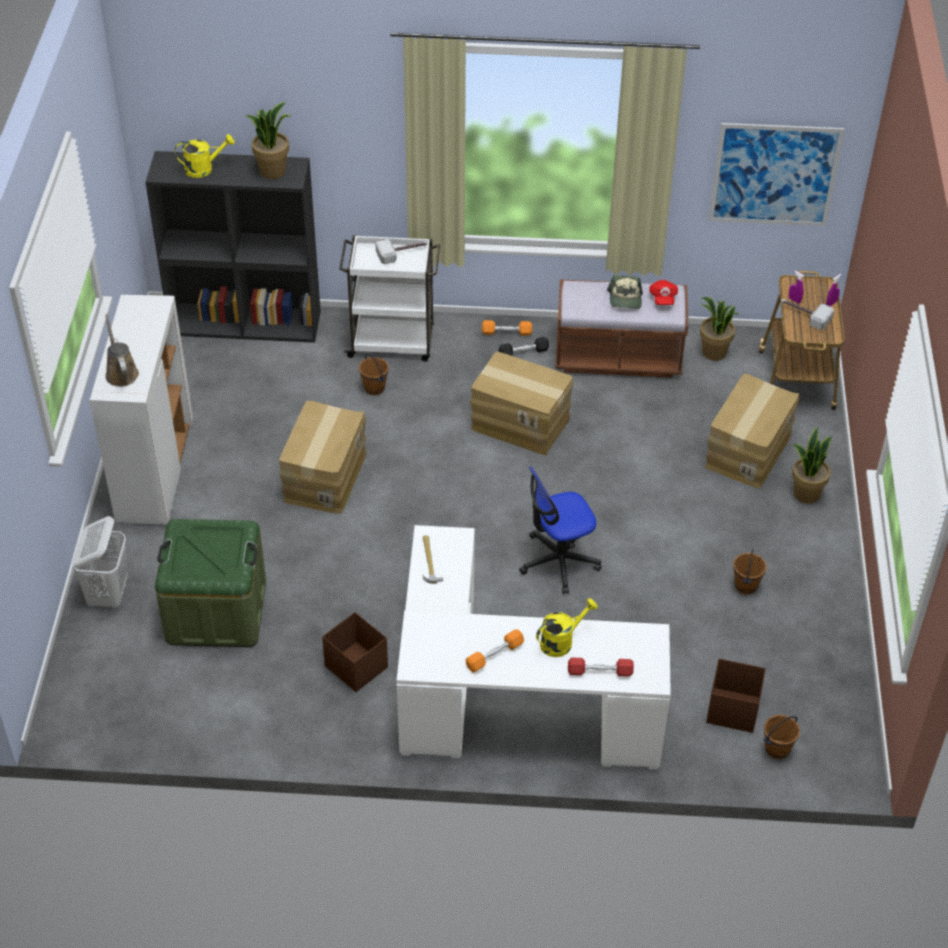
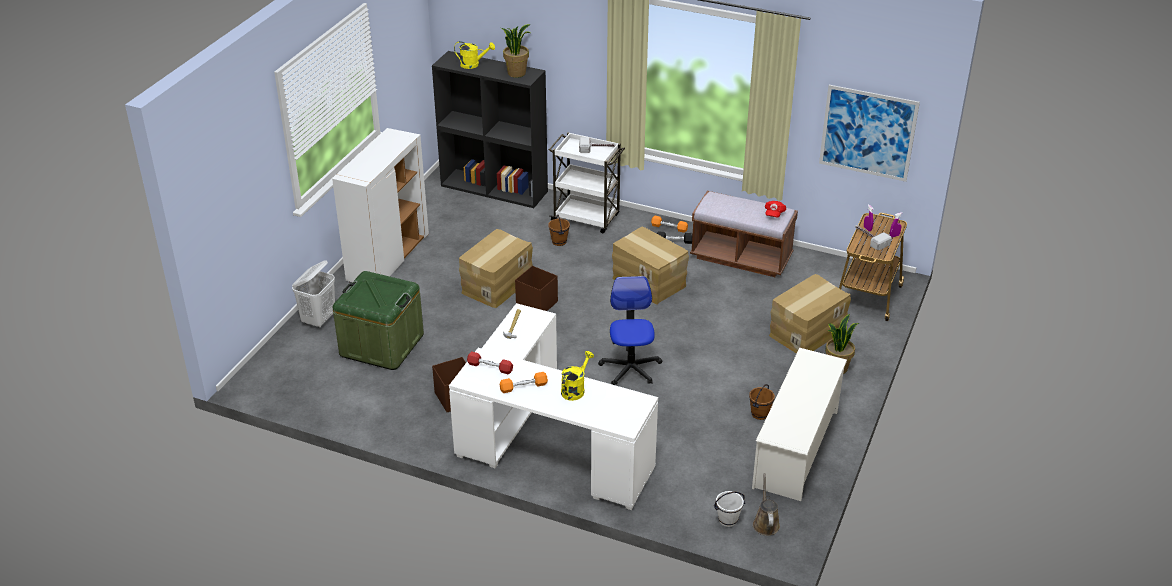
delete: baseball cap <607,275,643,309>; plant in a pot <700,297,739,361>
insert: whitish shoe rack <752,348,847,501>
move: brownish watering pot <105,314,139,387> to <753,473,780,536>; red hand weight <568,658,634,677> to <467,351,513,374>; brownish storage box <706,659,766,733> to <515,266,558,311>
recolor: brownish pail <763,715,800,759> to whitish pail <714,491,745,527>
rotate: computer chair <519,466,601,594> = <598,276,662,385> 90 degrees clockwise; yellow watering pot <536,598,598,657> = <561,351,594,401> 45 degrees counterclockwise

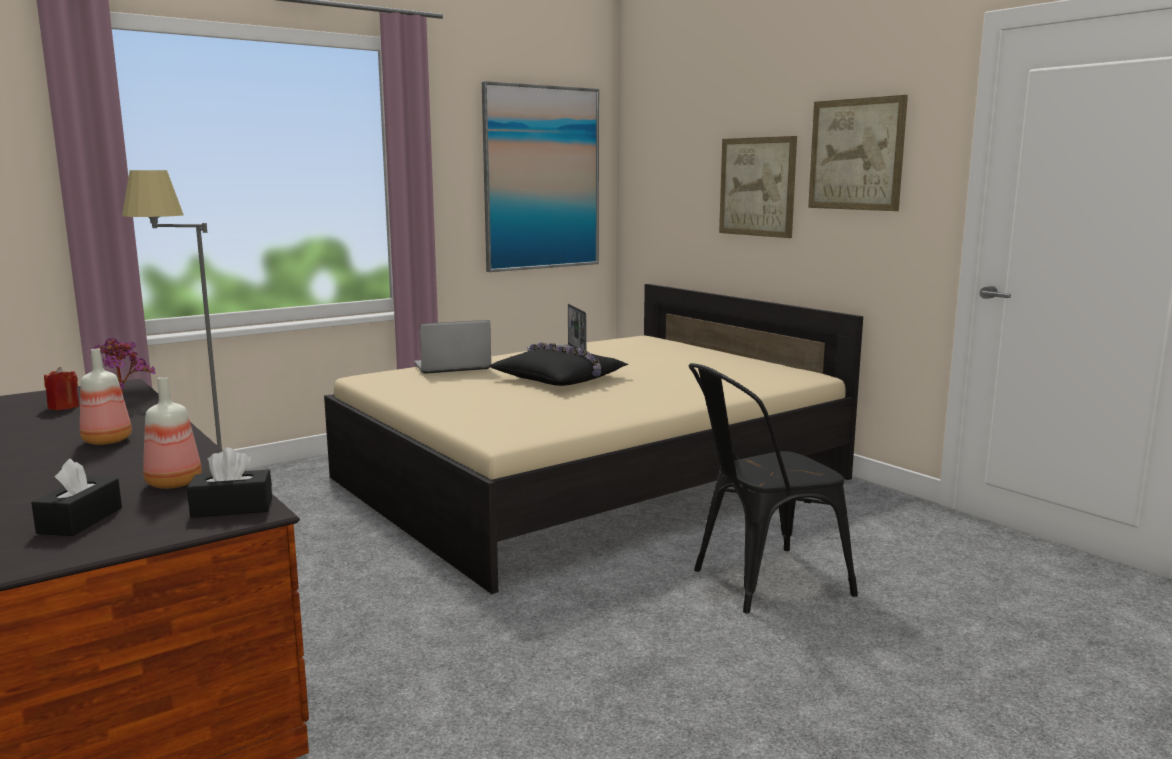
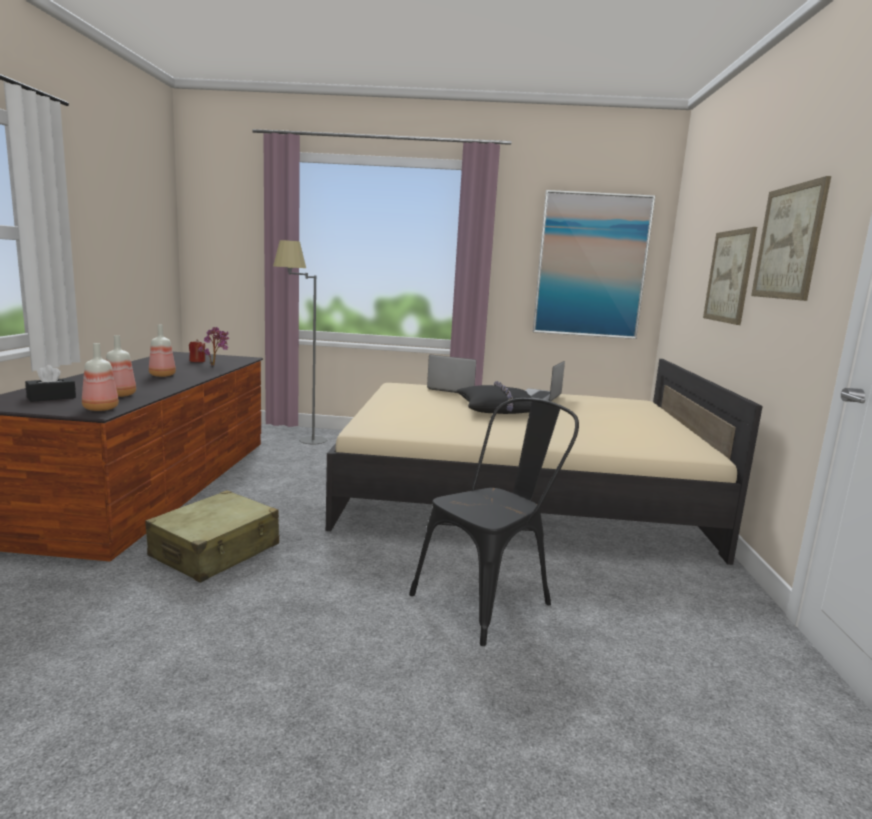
insert: sand-coloured suitcase <145,490,279,583>
replace: blackish tissue holder <187,448,272,518> to drink bottle <82,343,119,411>
rotate: blackish plain chair <689,363,858,614> = <409,398,579,646> 120 degrees clockwise

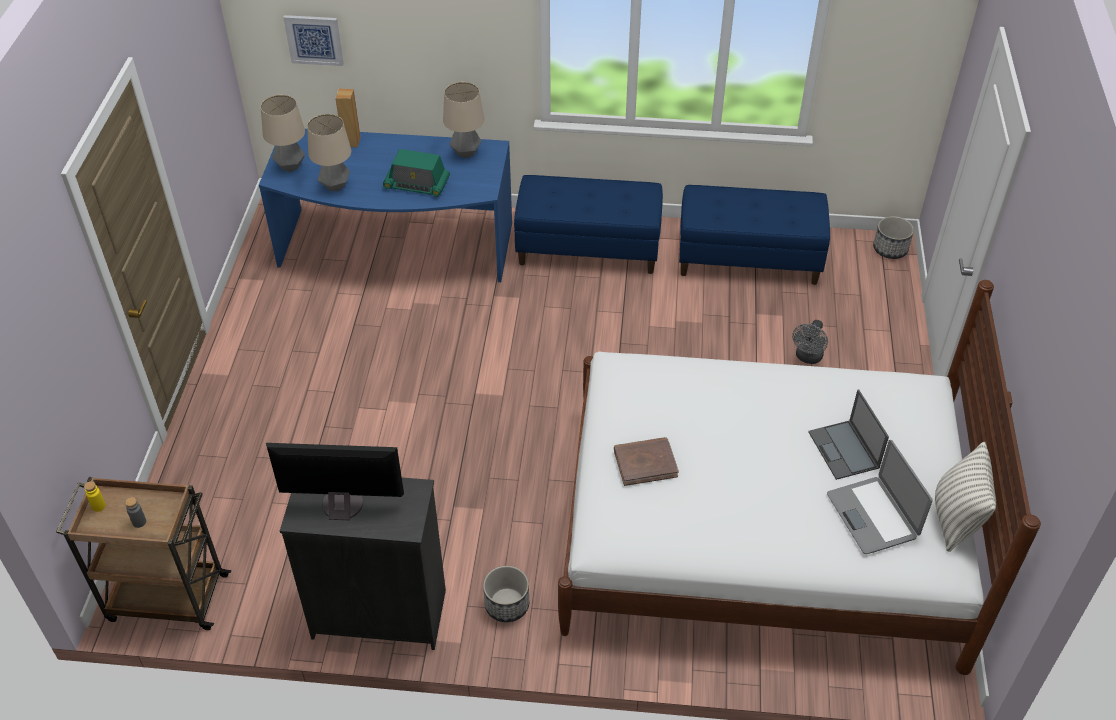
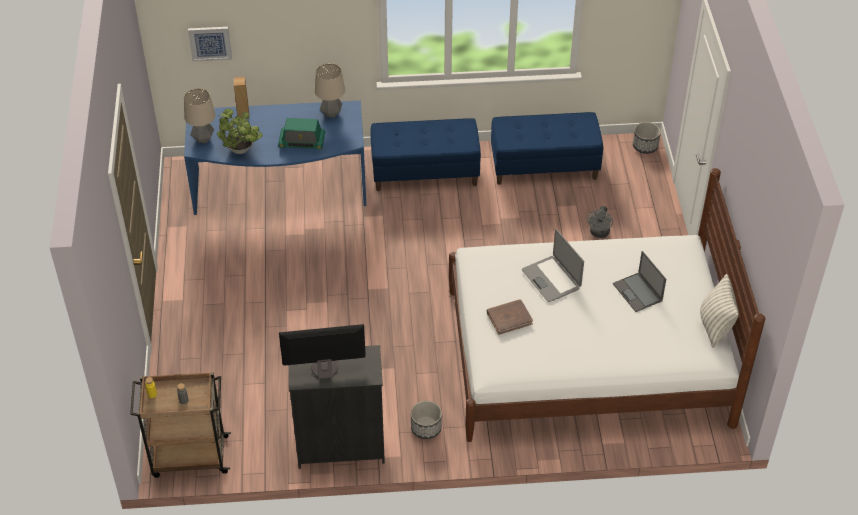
move: laptop <827,440,933,554> to <522,230,584,302>
replace: tabletop lamp <307,114,351,191> to plant in a pot <217,109,263,154>

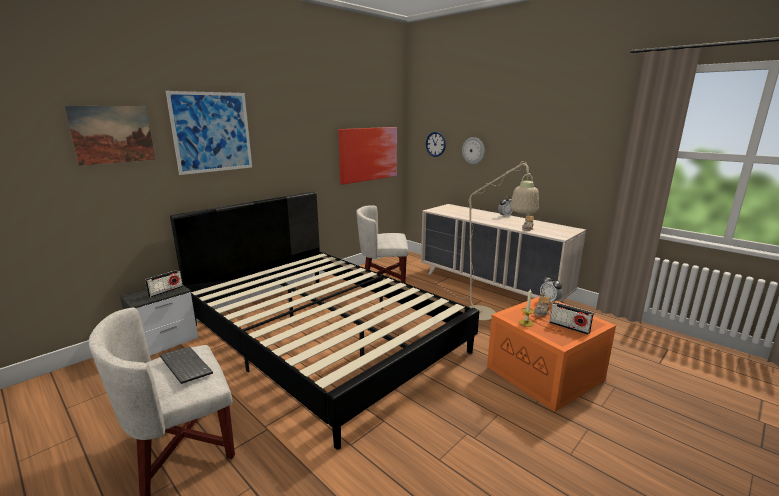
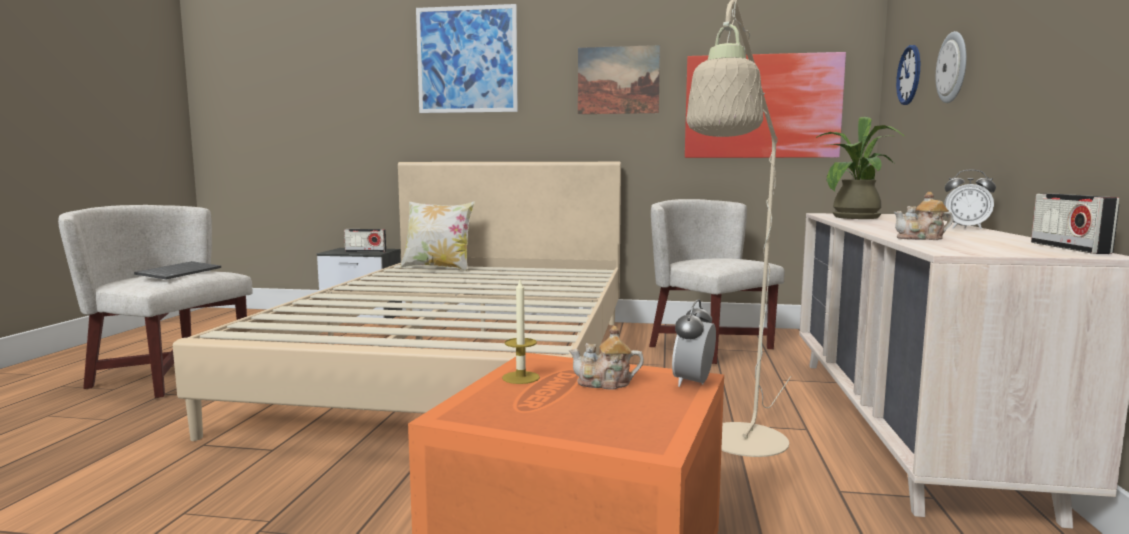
insert: throw pillow <400,201,475,271>; plant in a pot <816,117,905,219>
move: picture <64,106,155,166> to <578,45,660,114>; radio set <549,302,594,335> to <1031,193,1119,254>
recolor: blackish bed <170,192,479,449> to sand-coloured bed <173,162,621,441>

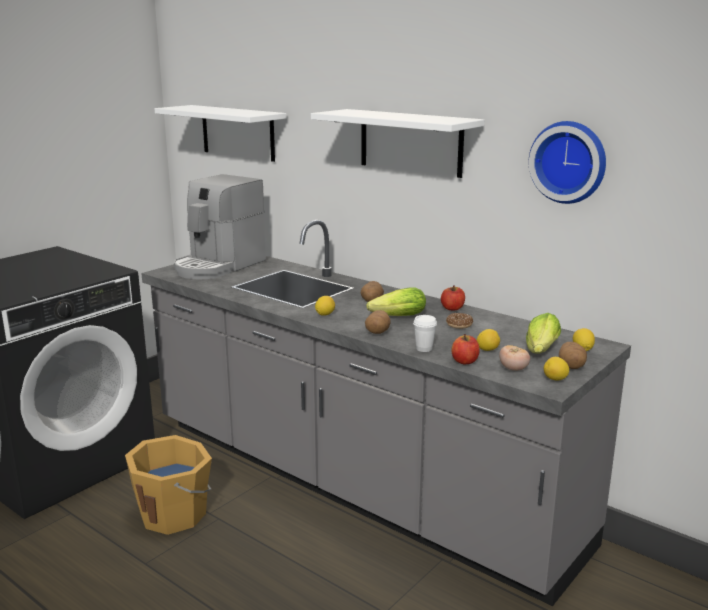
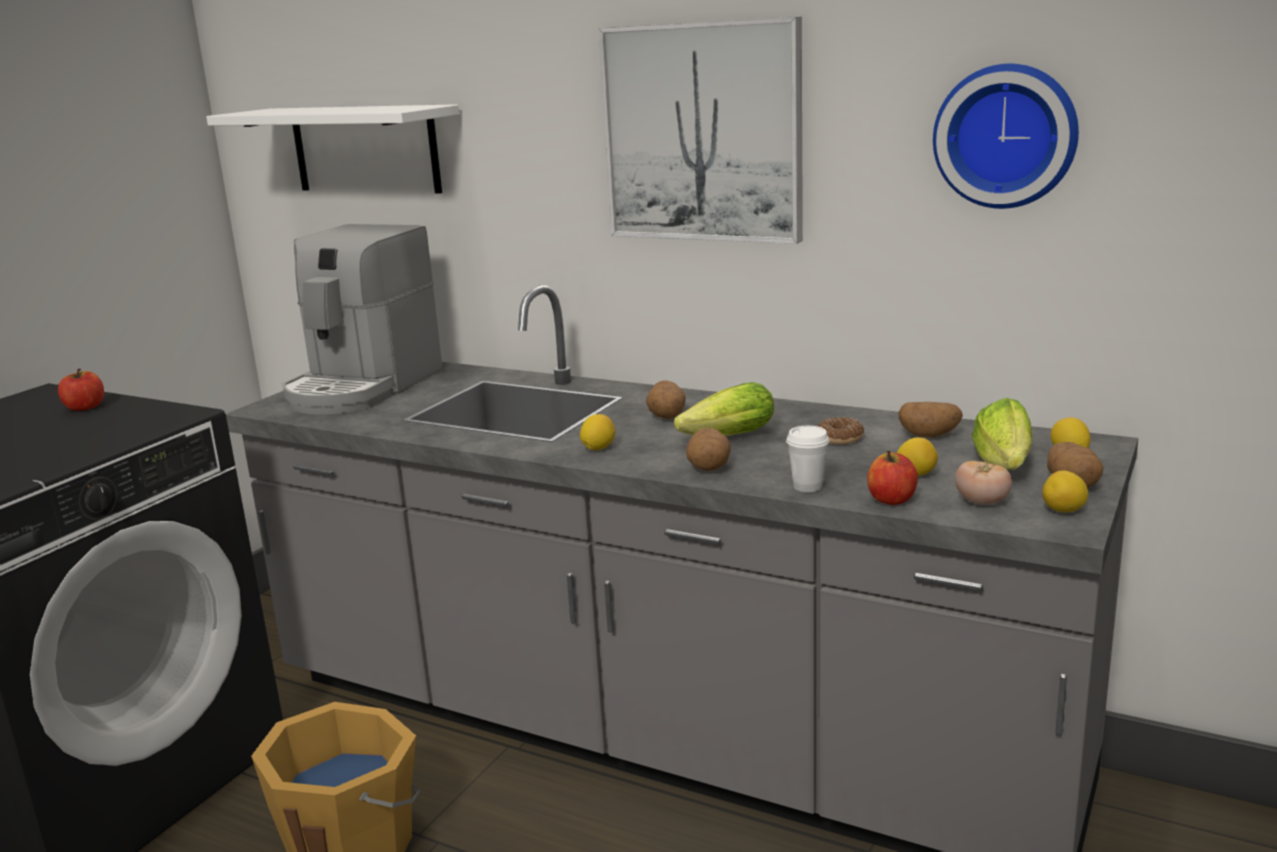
insert: spud <899,402,963,438>
move: whole apple <441,285,465,311> to <58,369,104,411>
replace: whitish wall shelf <311,109,484,178> to picture <599,17,803,244>

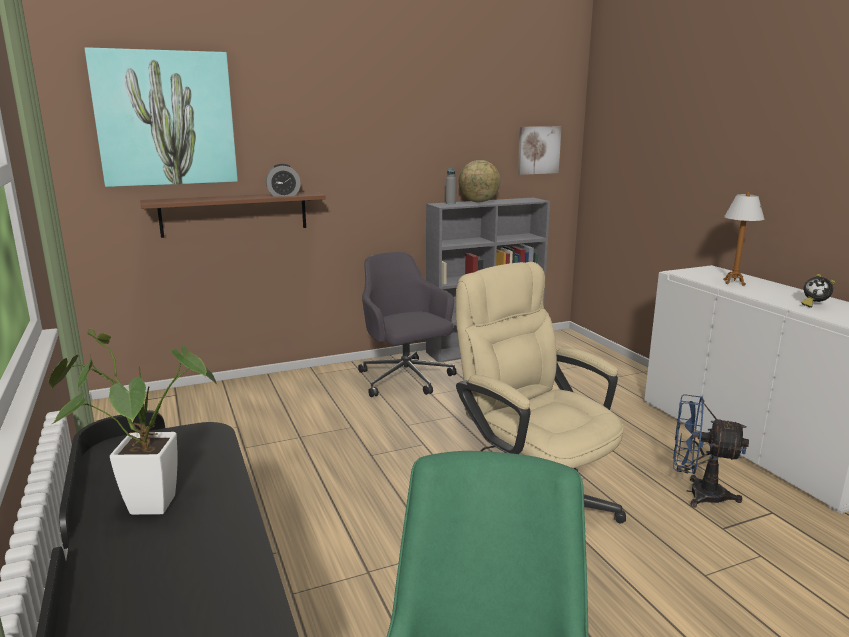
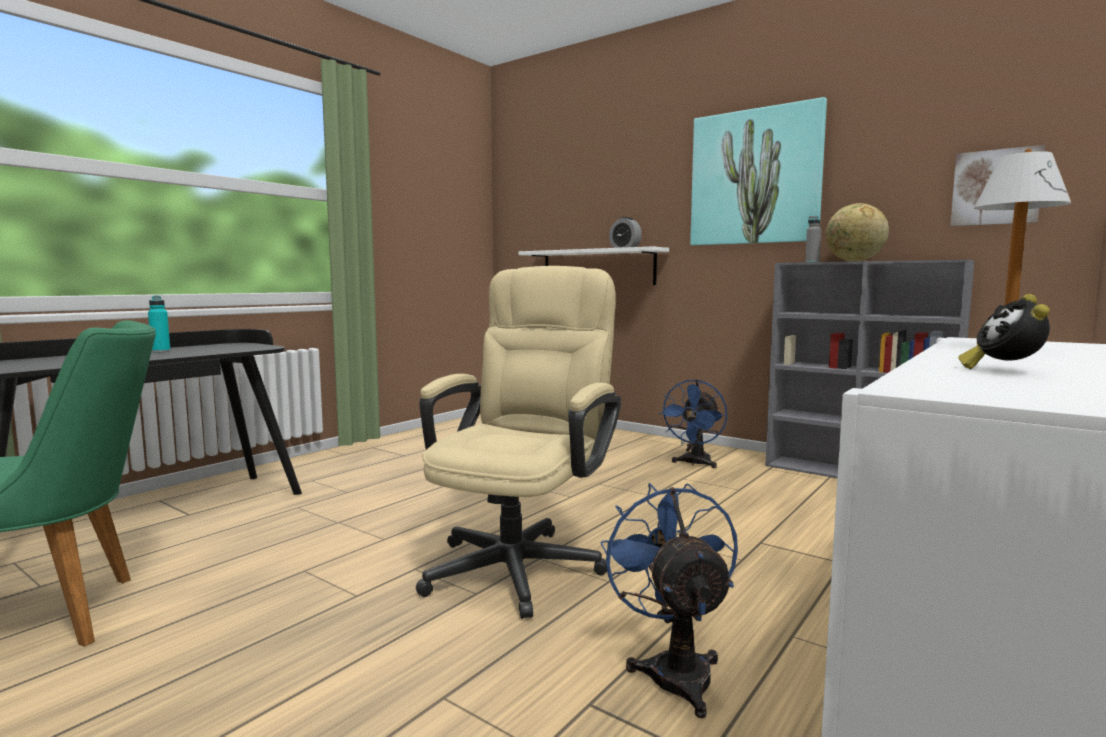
move: picture <84,47,238,187> to <690,97,827,245>
replace: plant in a pot <48,329,218,515> to turquoise-coloured drink bottle <148,295,171,352>; grey computer chair <358,252,457,397> to bluish electric fan <659,379,728,468>
recolor: brownish wall shelf <140,192,326,238> to whitish wall shelf <518,246,669,285>

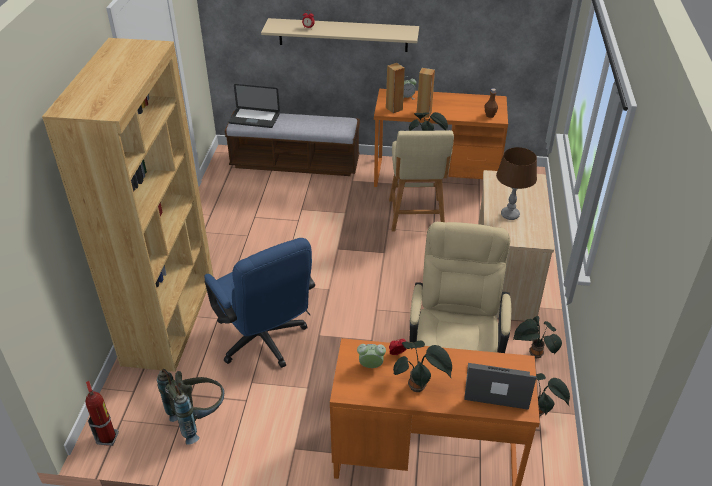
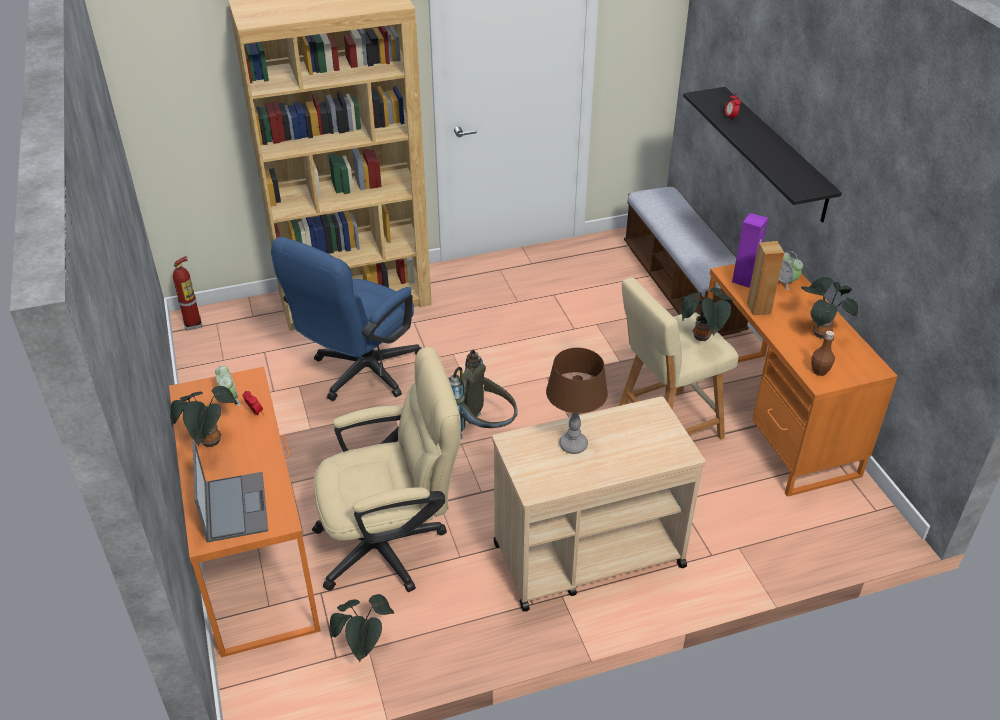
delete: laptop <228,84,280,128>
move: grey backpack <157,369,224,445> to <448,350,518,439>; plant in a pot <513,316,562,358> to <801,277,858,339>
recolor: sand-coloured wall shelf <261,18,419,52> to blackish wall shelf <683,87,842,223>; brownish audio speaker <386,63,405,113> to purplish audio speaker <732,213,768,288>

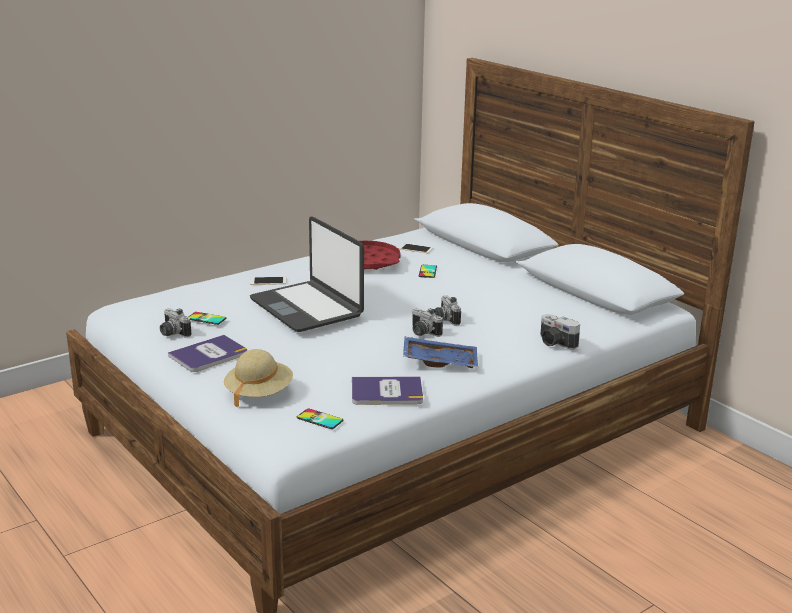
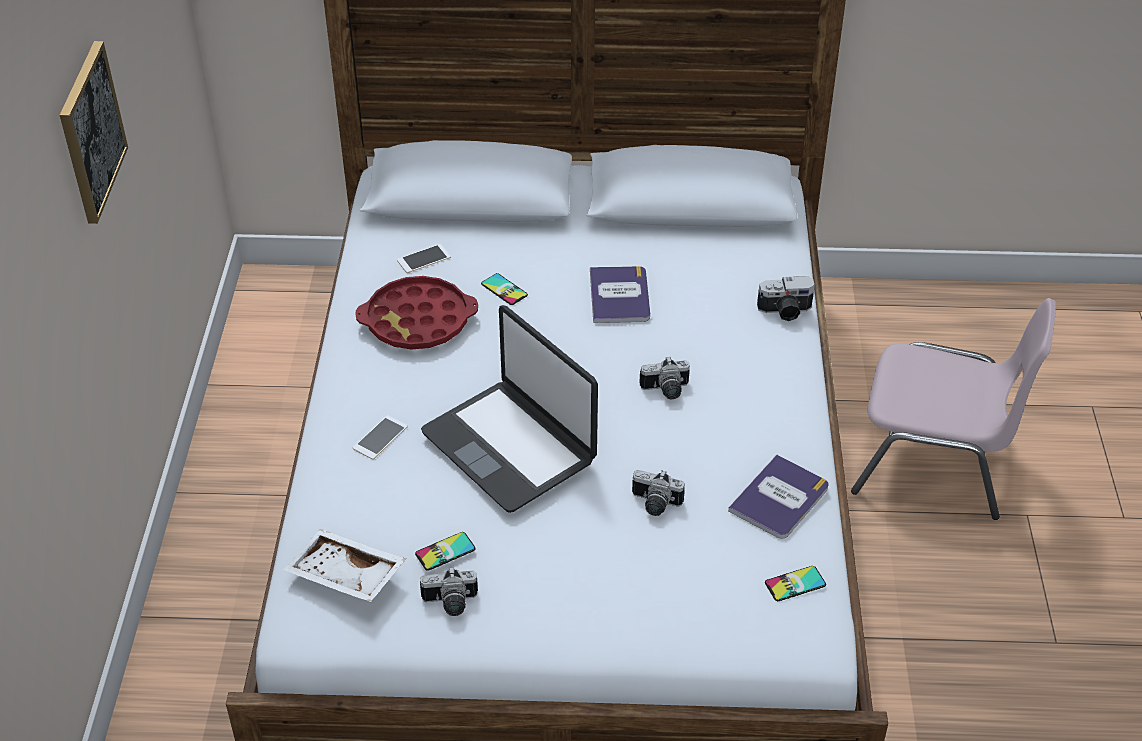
delete: sand-coloured hat <224,349,293,408>; bluish serving tray <403,337,478,368>
insert: picture <60,41,128,224>; whitish serving tray <283,529,406,602>; pink plain chair <851,298,1056,520>
move: book <168,335,247,372> to <590,266,650,323>; still camera <433,296,461,326> to <632,470,685,516>
rotate: laptop <250,216,364,332> = <421,305,598,513> 45 degrees clockwise

